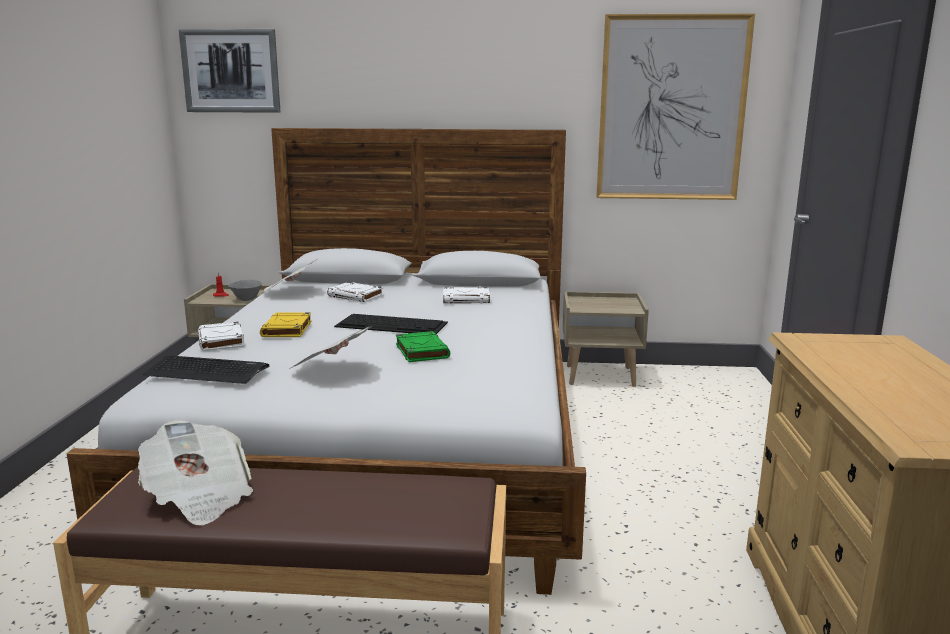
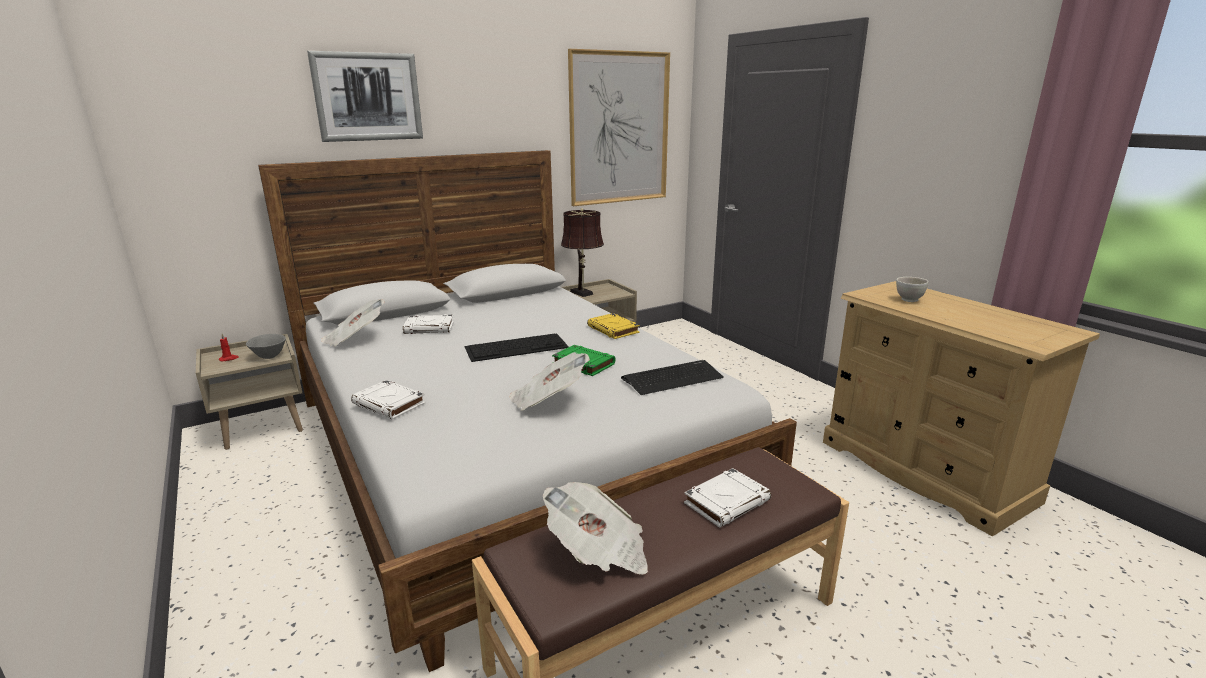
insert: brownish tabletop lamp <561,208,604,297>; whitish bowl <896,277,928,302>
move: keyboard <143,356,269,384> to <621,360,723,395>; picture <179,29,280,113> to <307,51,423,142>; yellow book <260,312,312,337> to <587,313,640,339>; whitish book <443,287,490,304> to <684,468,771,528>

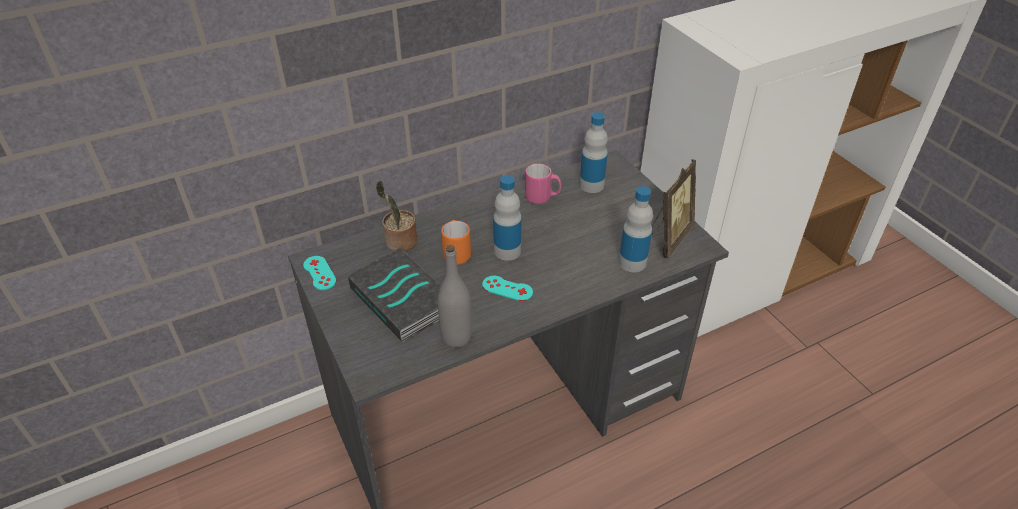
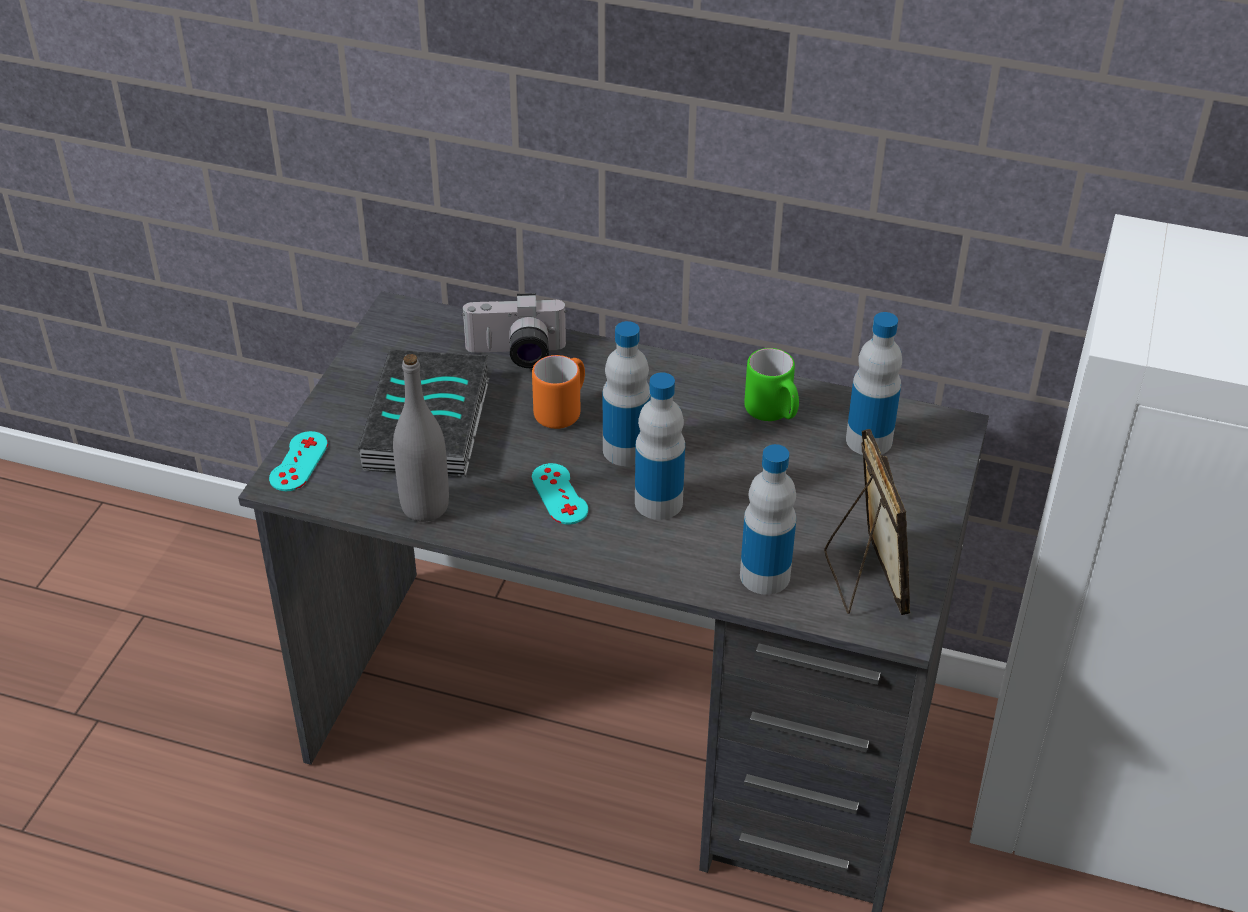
insert: drink bottle <635,372,685,520>
move: turquoise-coloured game controller <303,256,336,290> to <269,431,328,491>
replace: plant in a pot <375,180,417,251> to still camera <461,293,567,368>
recolor: pink mug <525,164,561,204> to greenish mug <744,348,799,421>
rotate: photo frame <652,159,696,259> = <824,429,910,615> 90 degrees counterclockwise

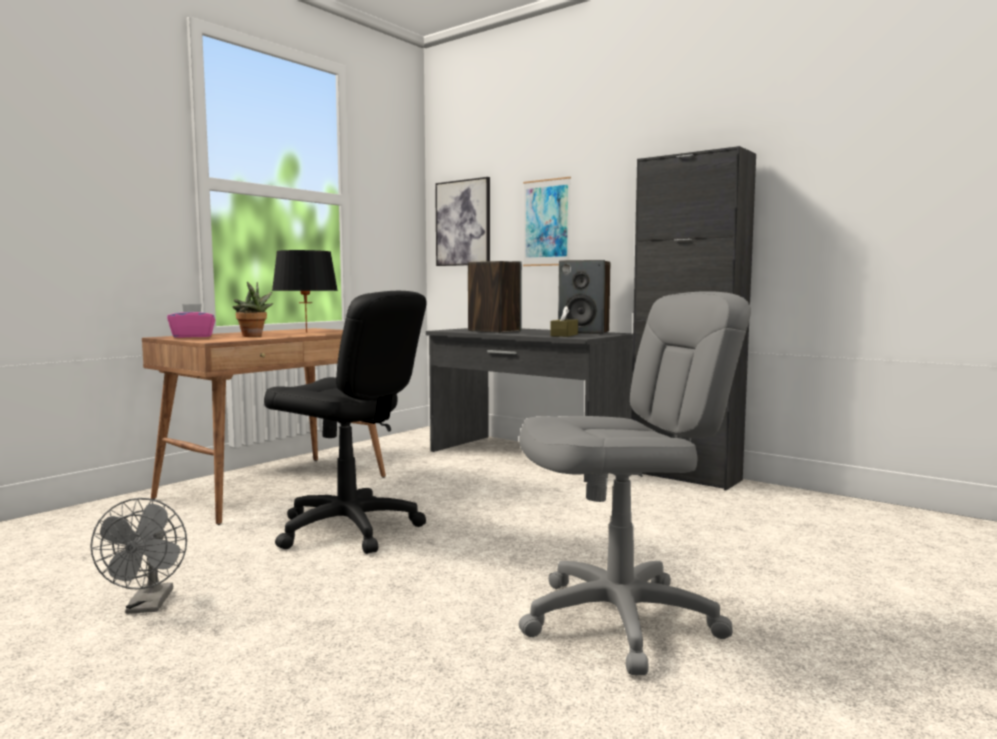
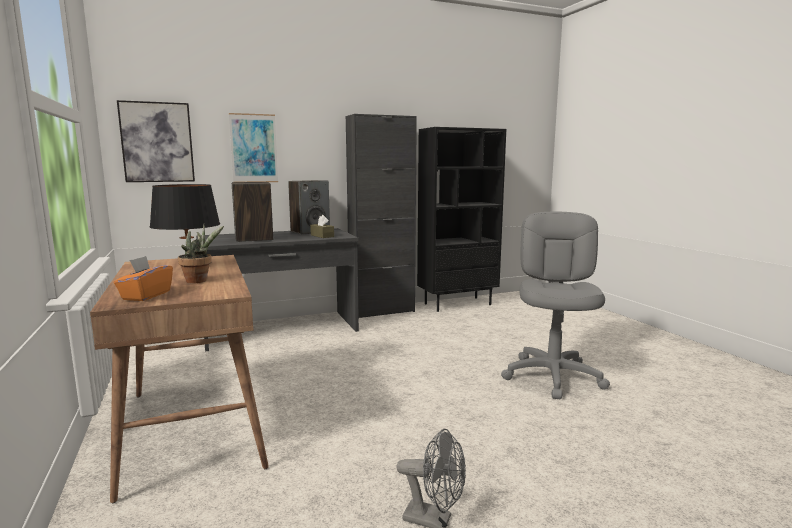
delete: blackish computer chair <264,291,426,554>
insert: blackish bookshelf <417,127,506,312>
recolor: pink tissue holder <167,304,215,338> to orangey tissue holder <114,256,173,301>

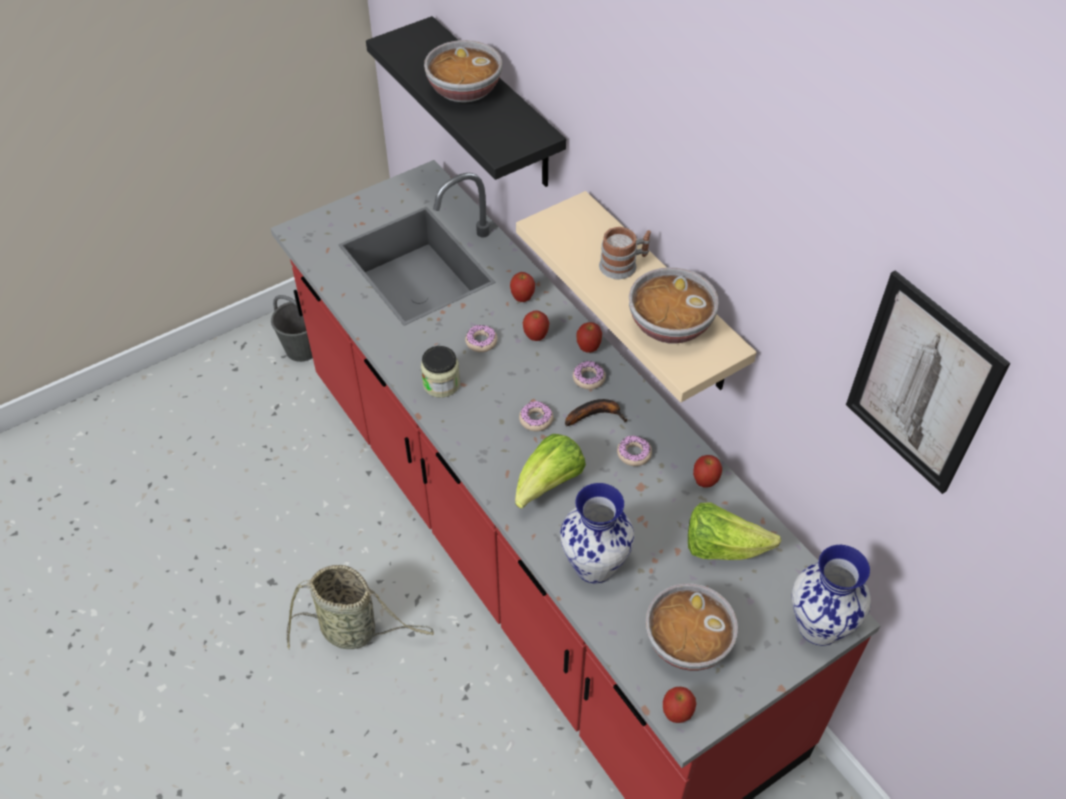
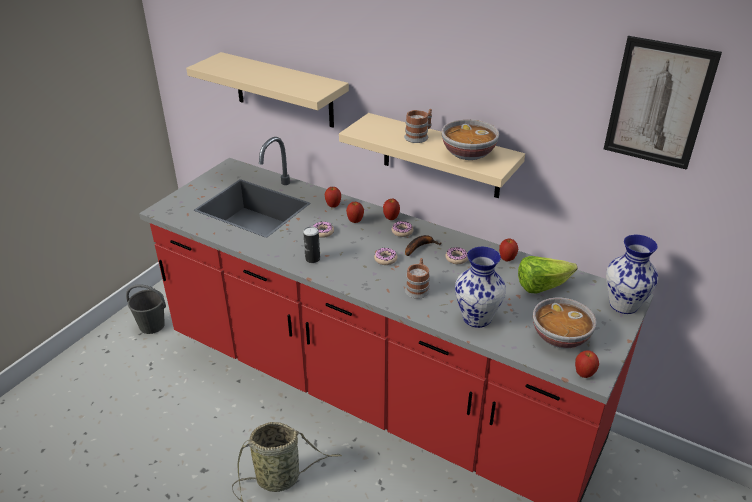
delete: bowl <424,40,502,102>
replace: jar <421,346,460,398> to can <303,227,320,263>; head of lettuce <515,434,586,508> to mug <405,258,430,299>
recolor: blackish wall shelf <366,16,566,187> to sand-coloured wall shelf <186,52,349,127>

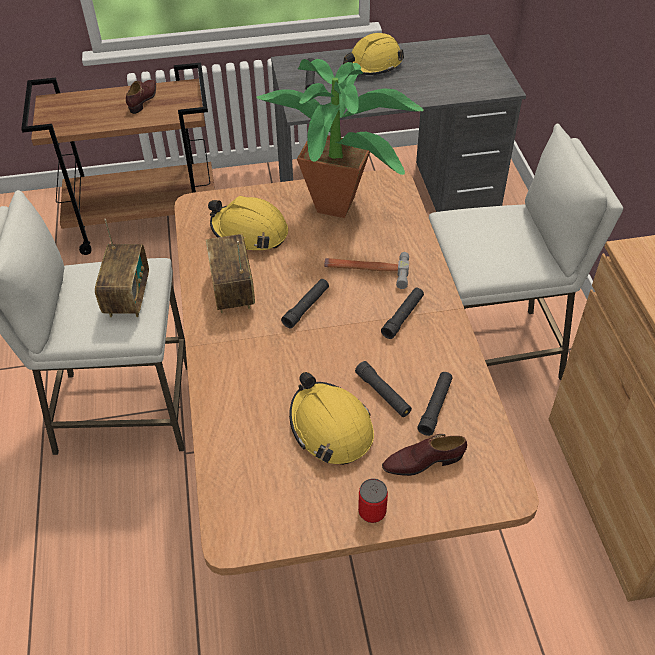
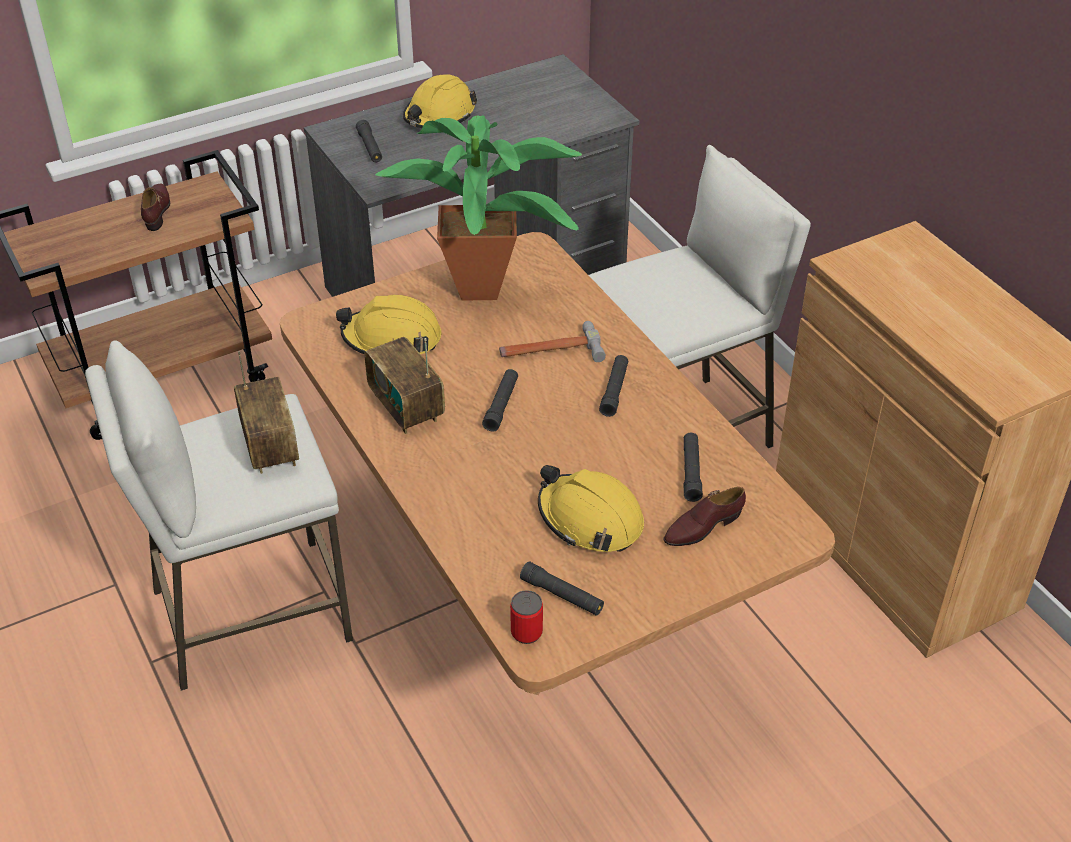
move: blackish flashlight <355,361,412,417> to <520,561,604,616>; can <358,479,388,523> to <510,590,543,644>

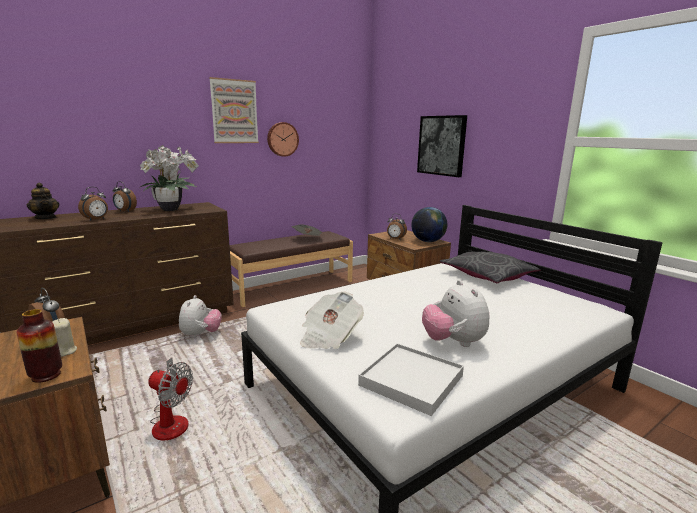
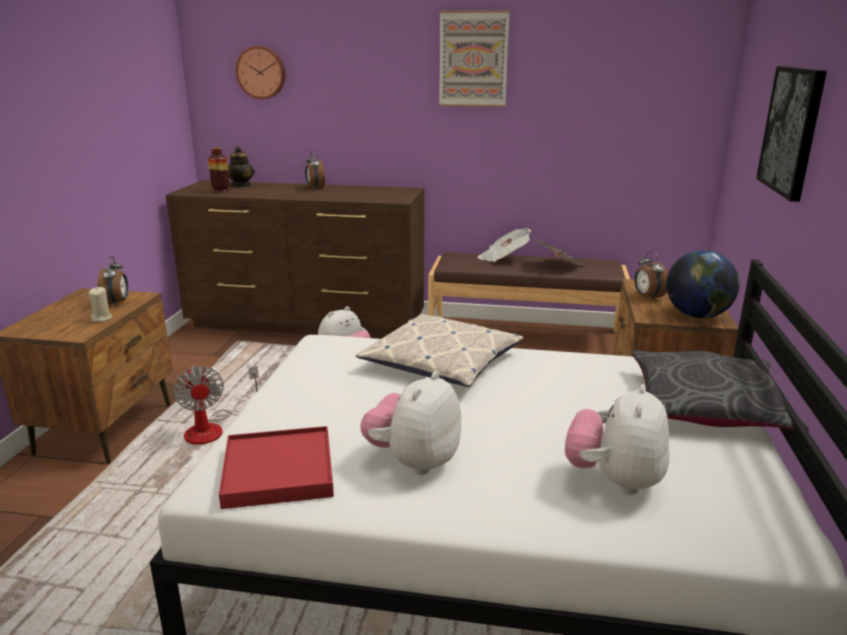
delete: alarm clock <78,187,108,221>; plant in a pot <140,145,199,211>
insert: throw pillow <356,314,524,387>; plush toy <565,384,669,495>
move: flower vase <17,309,62,383> to <208,148,230,192>; hanging clock <267,122,299,157> to <235,46,285,99>; newspaper <300,292,364,349> to <478,228,531,262>
recolor: whitish serving tray <358,343,464,416> to red serving tray <219,426,334,509>

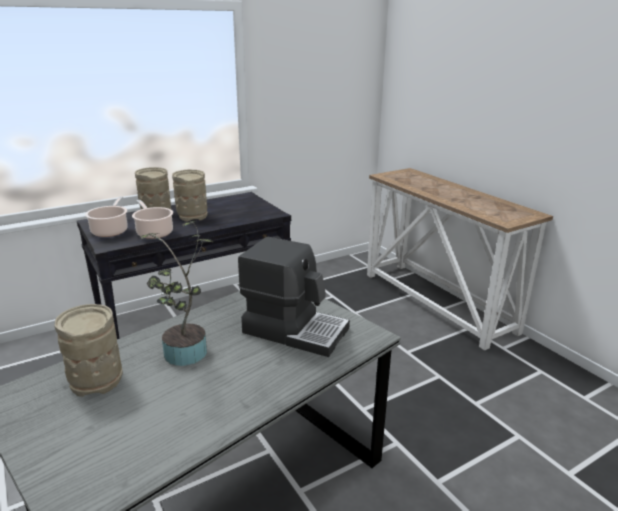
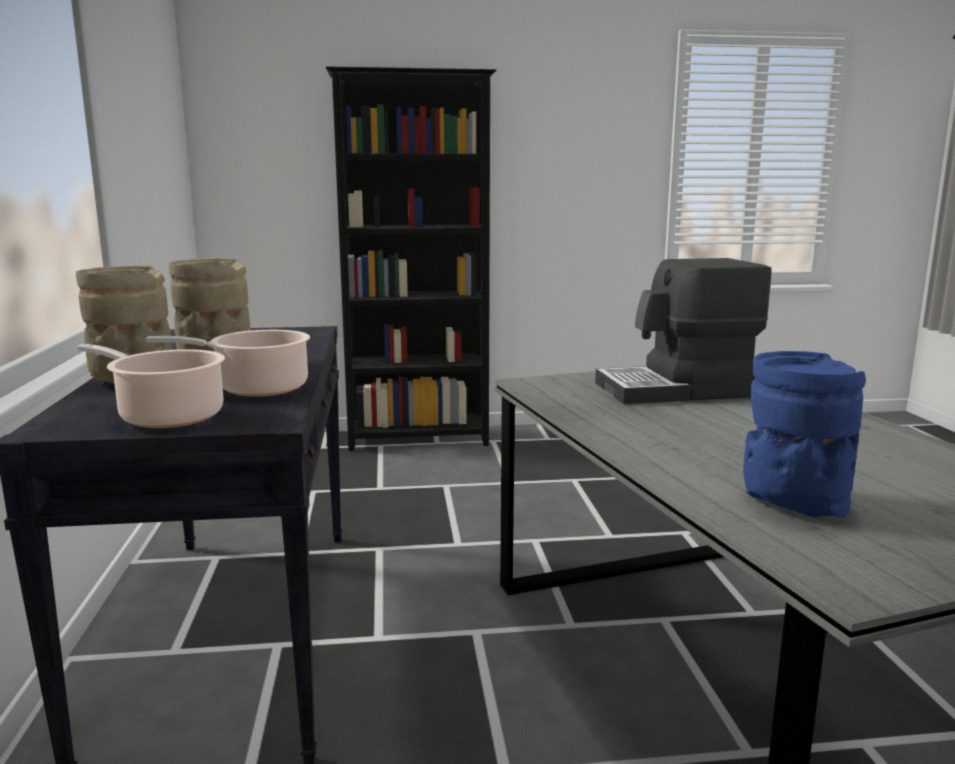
delete: plant in a pot <140,220,213,366>
replace: hall table <367,168,553,350> to blackish bookshelf <325,66,497,451>
recolor: sand-coloured flower vase <54,304,123,397> to bluish flower vase <743,351,866,517>
rotate: coffee machine <238,237,350,357> = <595,258,772,404> 150 degrees counterclockwise

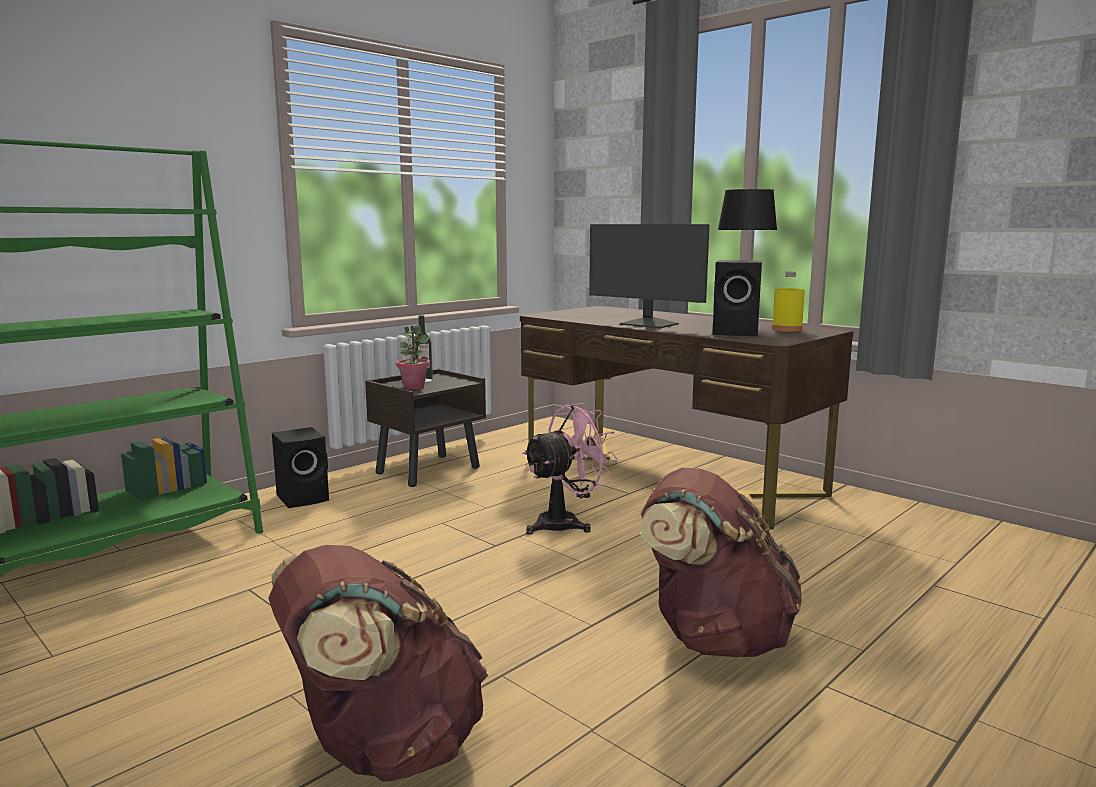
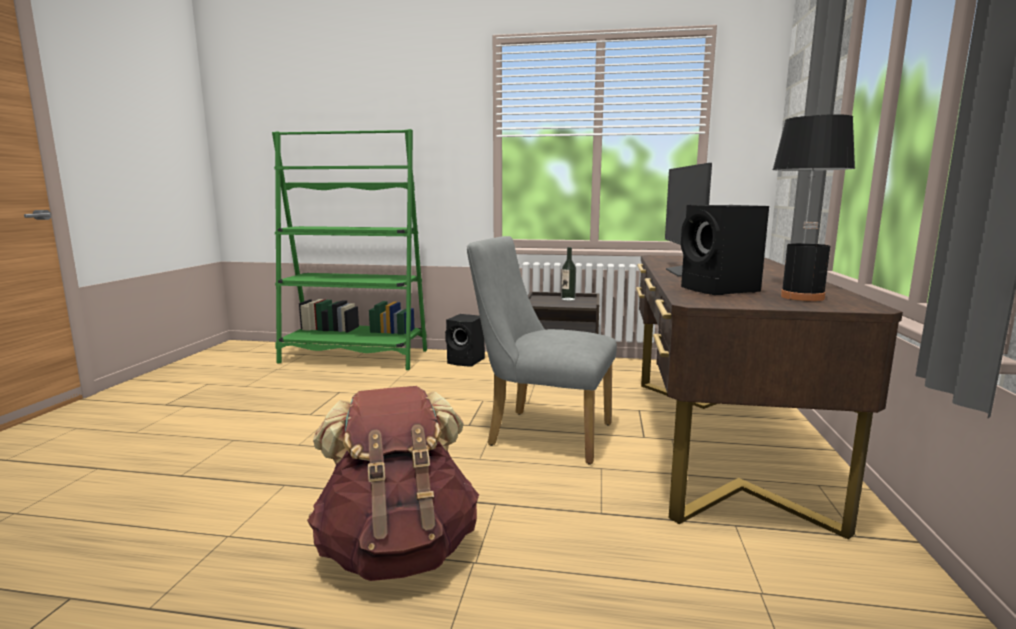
delete: brownish backpack <268,545,488,782>; plant in a pot <396,325,430,389>
replace: pink electric fan <523,403,618,535> to grey plain chair <467,236,617,465>
recolor: yellow drink bottle <772,272,805,332> to blackish drink bottle <781,222,830,301>

